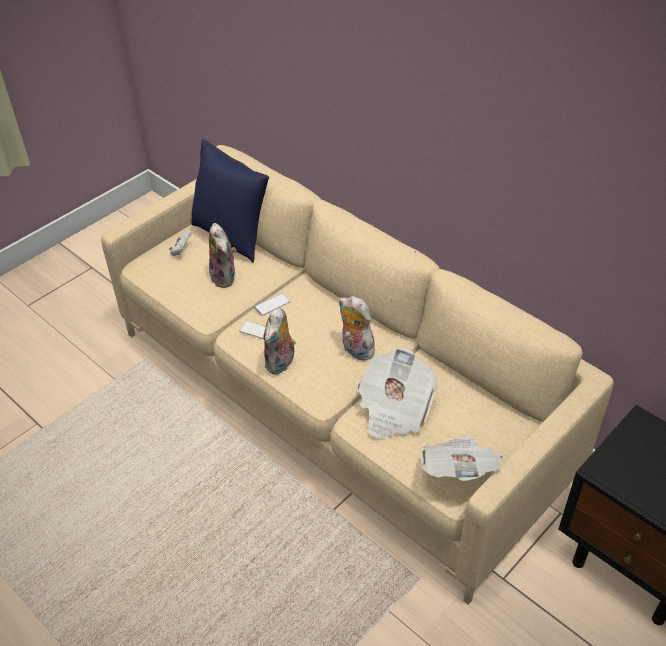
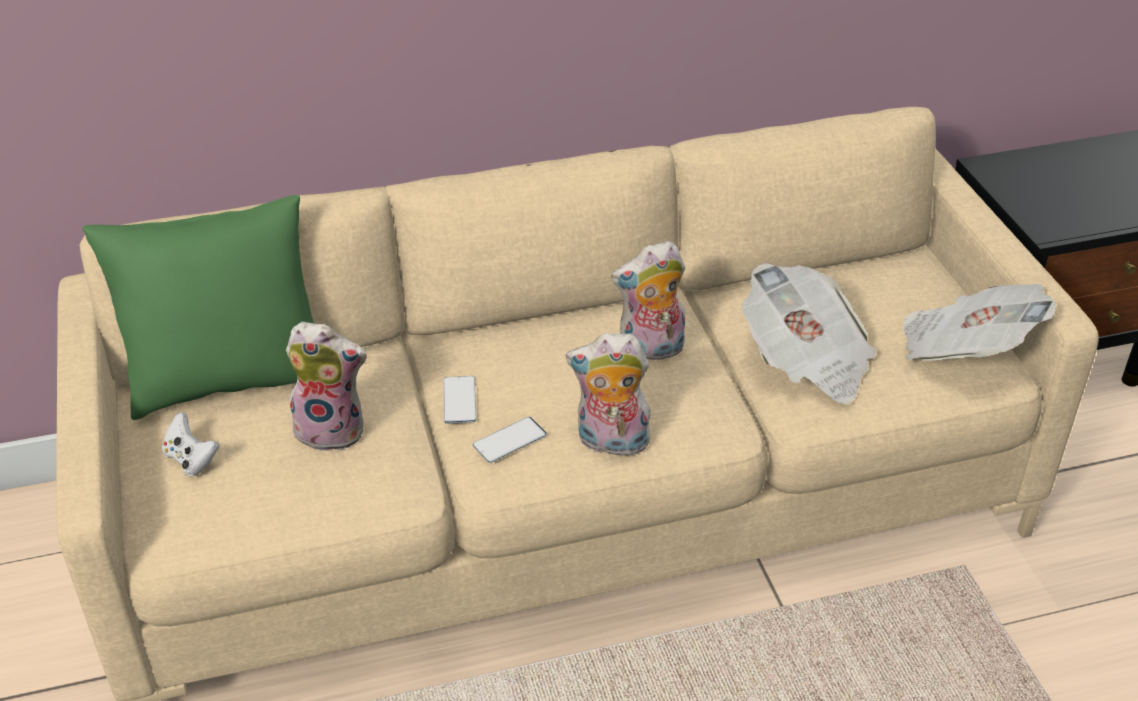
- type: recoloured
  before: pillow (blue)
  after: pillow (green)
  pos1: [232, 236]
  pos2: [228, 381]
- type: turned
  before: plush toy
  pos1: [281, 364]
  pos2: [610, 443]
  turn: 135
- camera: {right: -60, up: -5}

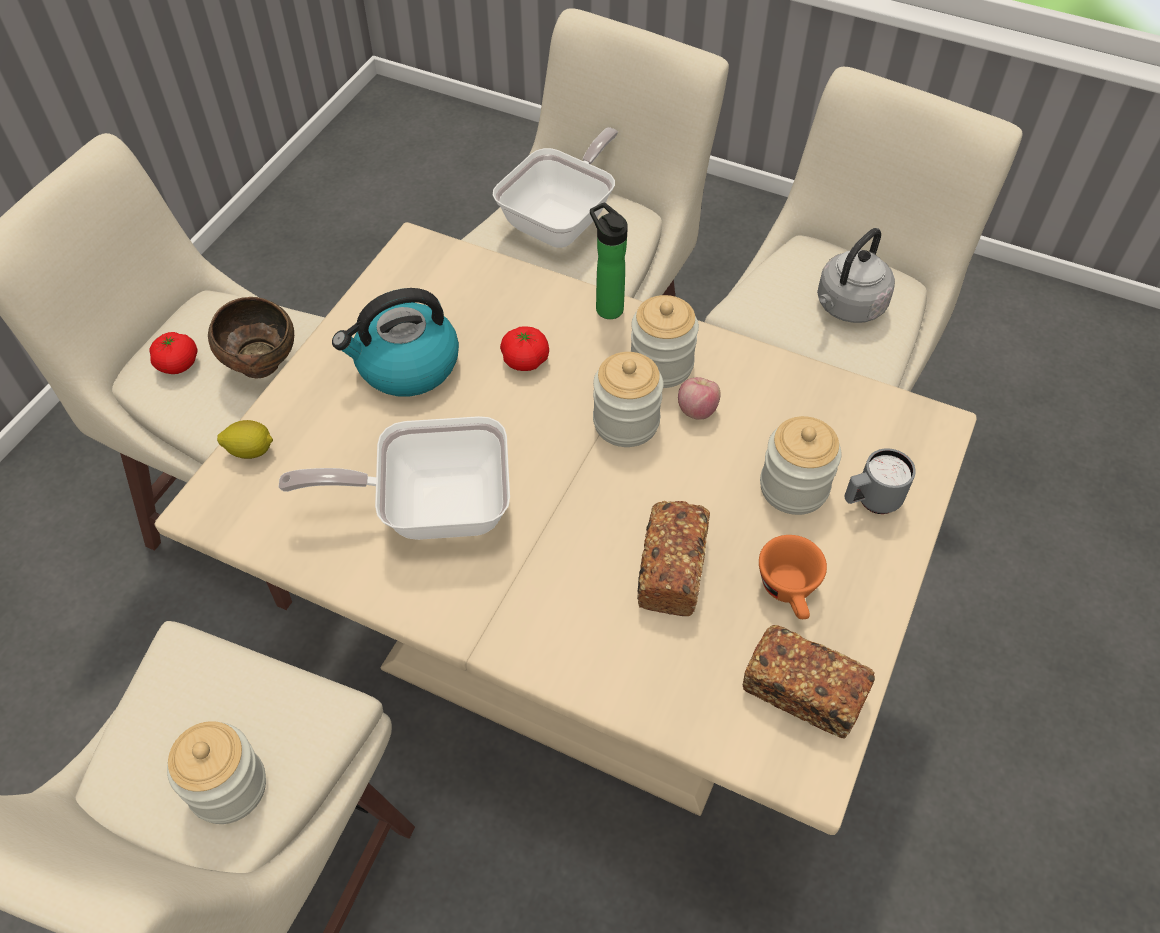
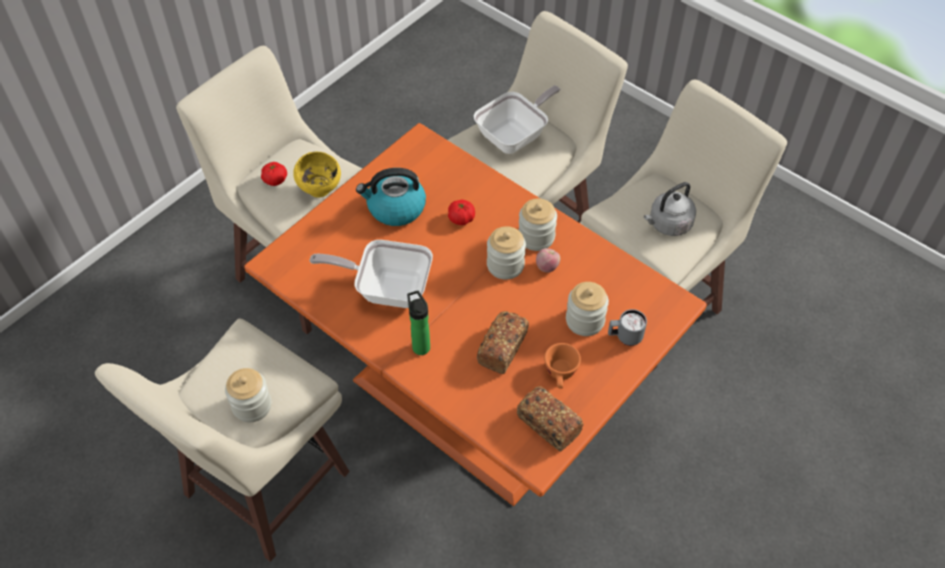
- type: recoloured
  before: dining table (beige)
  after: dining table (orange)
  pos1: [580, 649]
  pos2: [472, 397]
- type: recoloured
  before: bowl (brown)
  after: bowl (yellow)
  pos1: [264, 366]
  pos2: [321, 191]
- type: removed
  before: lemon
  pos1: [251, 450]
- type: moved
  before: bottle
  pos1: [606, 307]
  pos2: [420, 345]
- camera: {right: 15, up: 0}

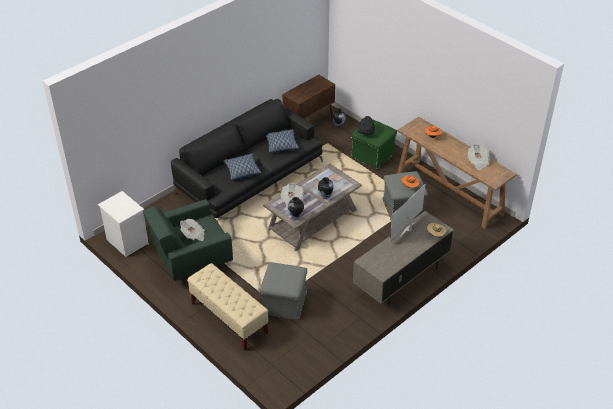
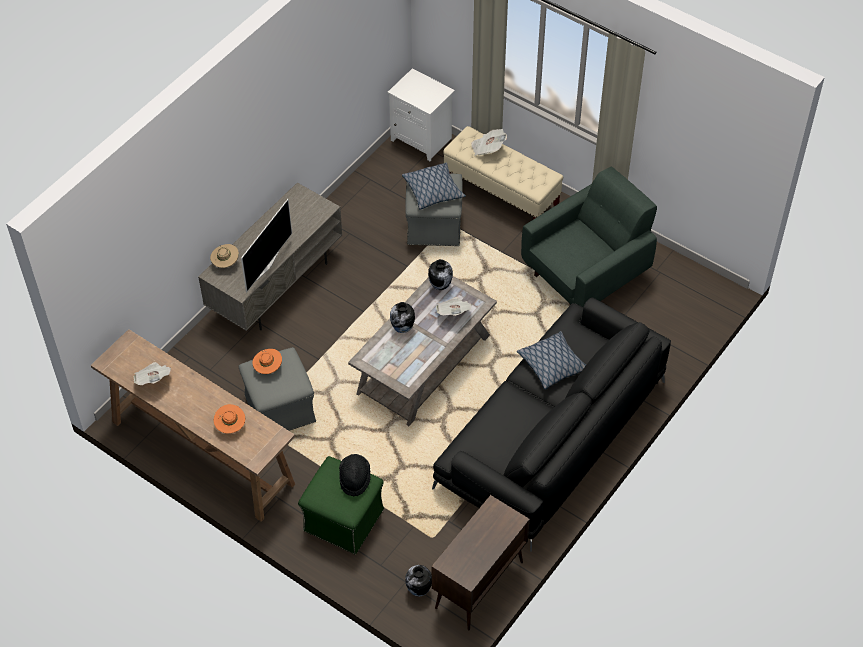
- type: moved
  before: nightstand (white)
  pos1: [126, 241]
  pos2: [423, 139]
- type: moved
  before: newspaper
  pos1: [193, 235]
  pos2: [487, 149]
- type: moved
  before: pillow
  pos1: [281, 144]
  pos2: [433, 191]
- camera: {right: 170, up: 10}

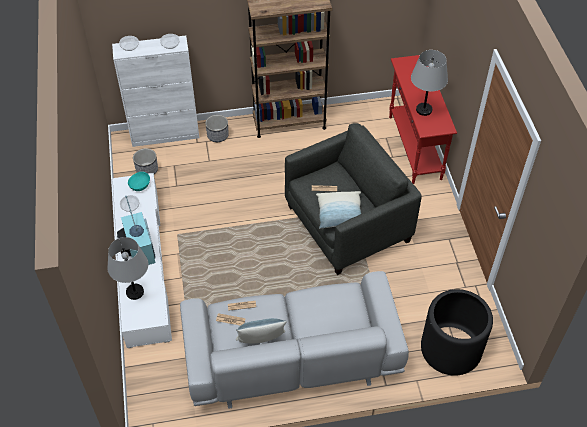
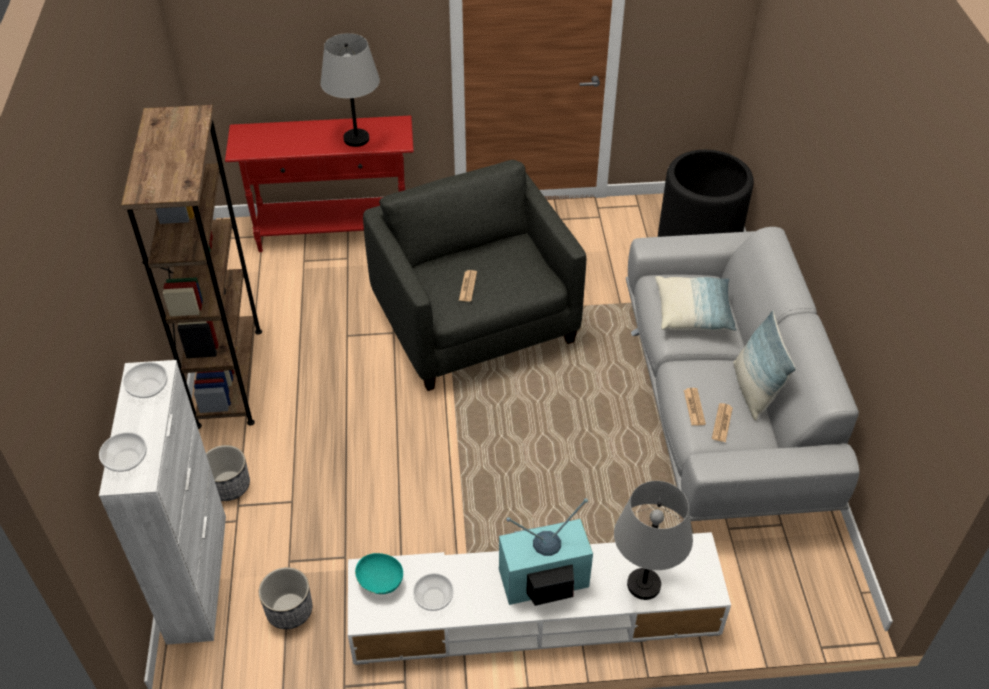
- type: moved
  before: pillow
  pos1: [340, 215]
  pos2: [693, 313]
- camera: {right: -85, up: -5}

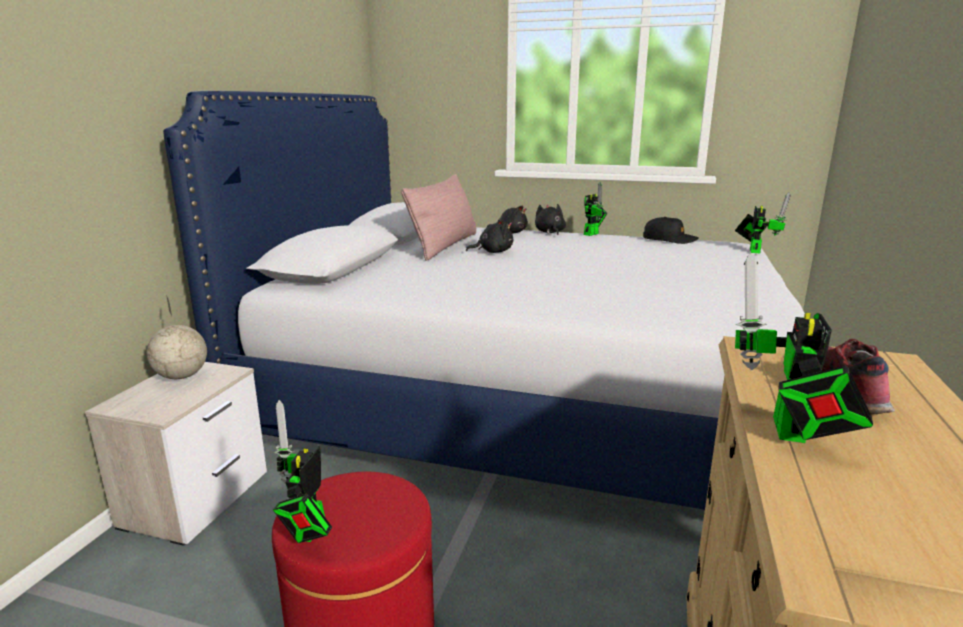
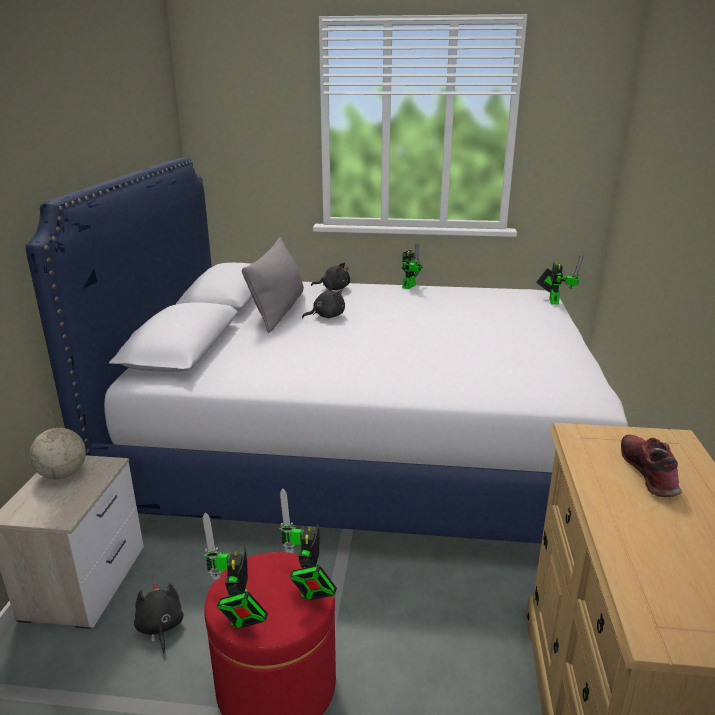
- type: recoloured
  before: pillow (pink)
  after: pillow (grey)
  pos1: [445, 245]
  pos2: [278, 310]
- type: moved
  before: plush toy (black)
  pos1: [549, 232]
  pos2: [160, 627]
- type: removed
  before: cap (black)
  pos1: [669, 239]
- type: moved
  before: toy robot
  pos1: [790, 433]
  pos2: [309, 590]
- camera: {right: -10, up: 5}

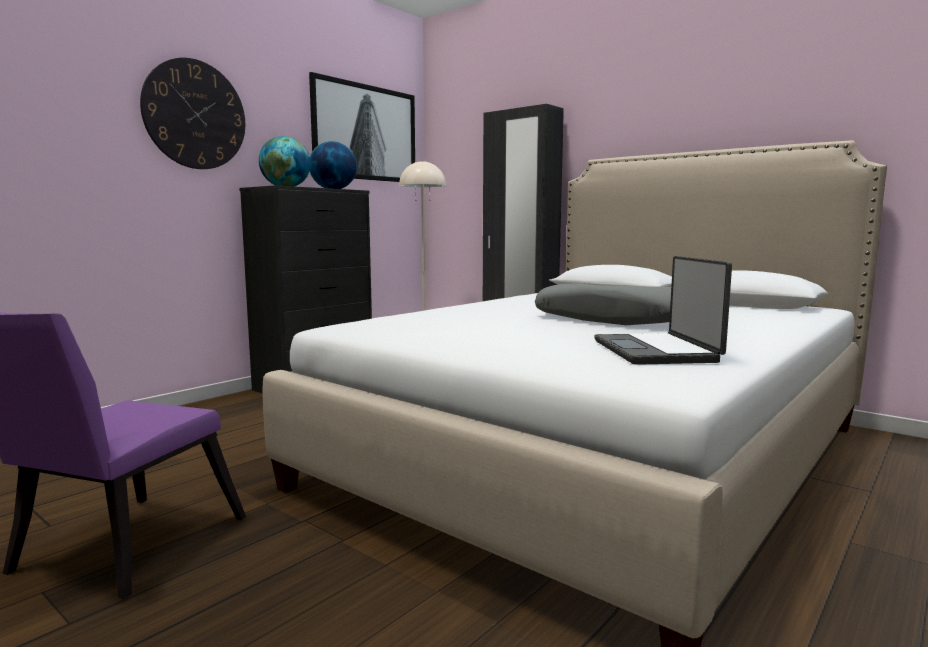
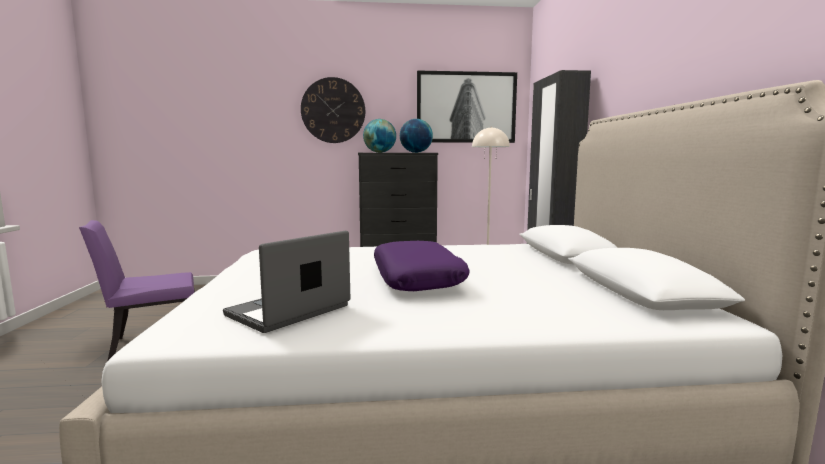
- type: recoloured
  before: pillow (grey)
  after: pillow (purple)
  pos1: [613, 319]
  pos2: [417, 278]
- camera: {right: 45, up: 0}

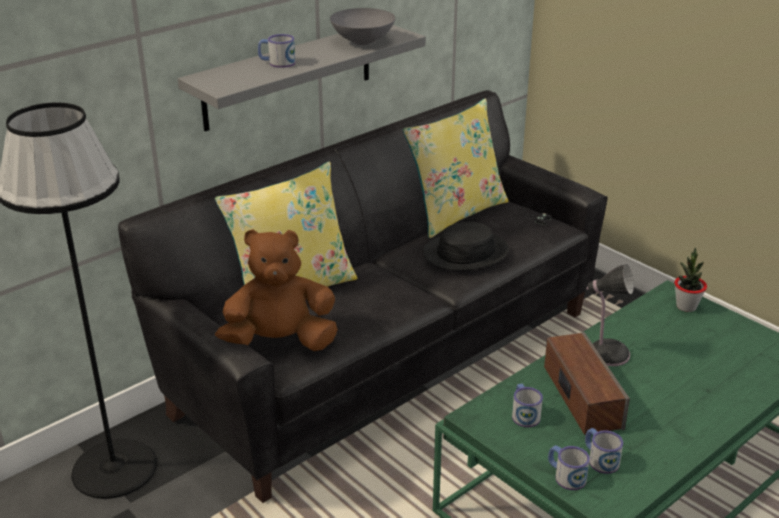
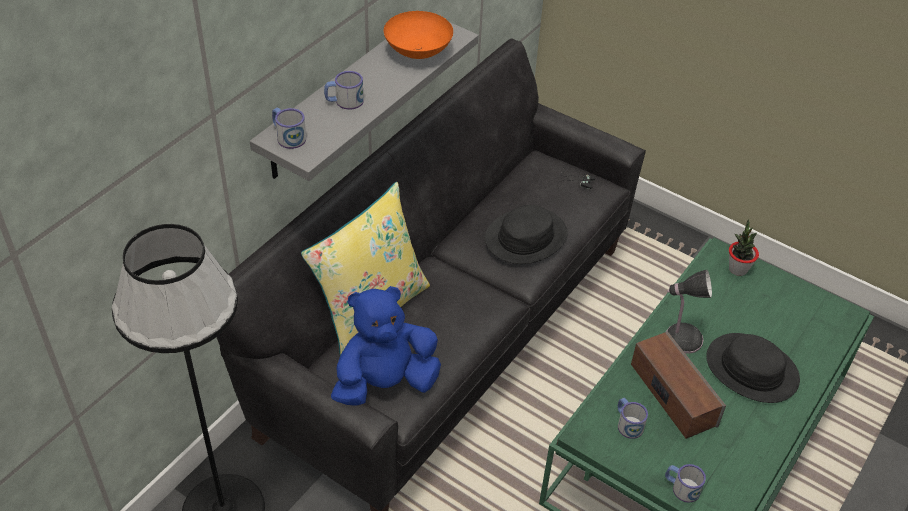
- type: recoloured
  before: plush toy (brown)
  after: plush toy (blue)
  pos1: [279, 343]
  pos2: [384, 384]
- type: recoloured
  before: bowl (grey)
  after: bowl (orange)
  pos1: [362, 41]
  pos2: [417, 51]
- type: removed
  before: pillow (yellow)
  pos1: [456, 212]
- type: moved
  before: mug
  pos1: [600, 459]
  pos2: [288, 136]
- type: added
  after: hat (black)
  pos2: [751, 369]
- camera: {right: -15, up: 15}

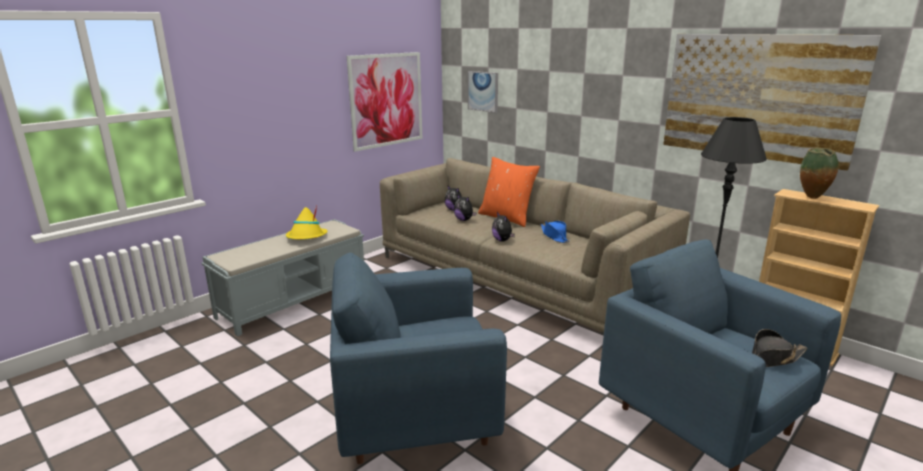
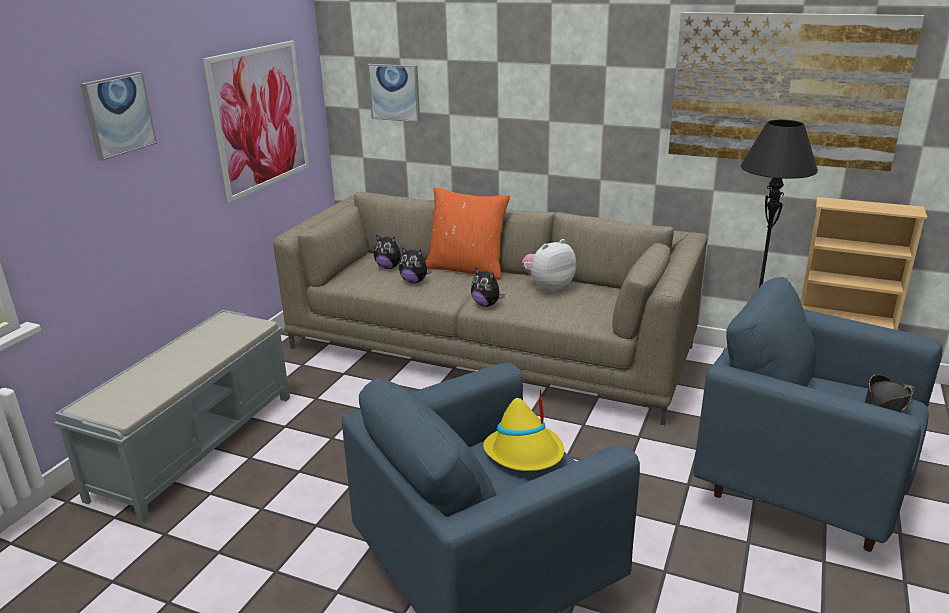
- type: moved
  before: hat (yellow)
  pos1: [306, 237]
  pos2: [525, 453]
- type: replaced
  before: hat (blue)
  after: plush toy
  pos1: [554, 236]
  pos2: [548, 287]
- type: removed
  before: vase
  pos1: [812, 198]
- type: added
  after: picture
  pos2: [118, 115]
- camera: {right: -20, up: 5}

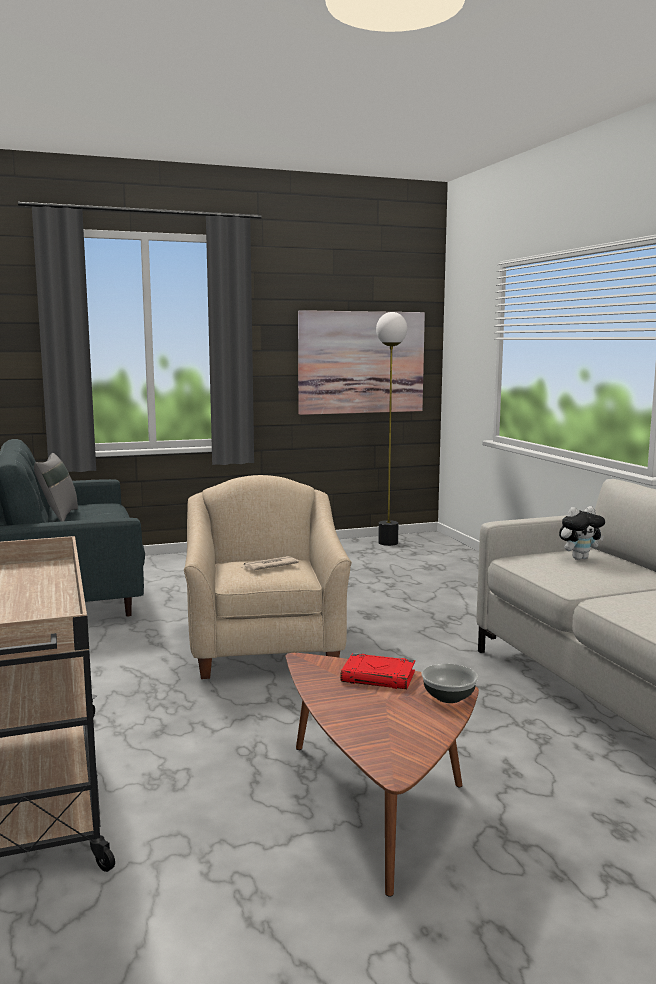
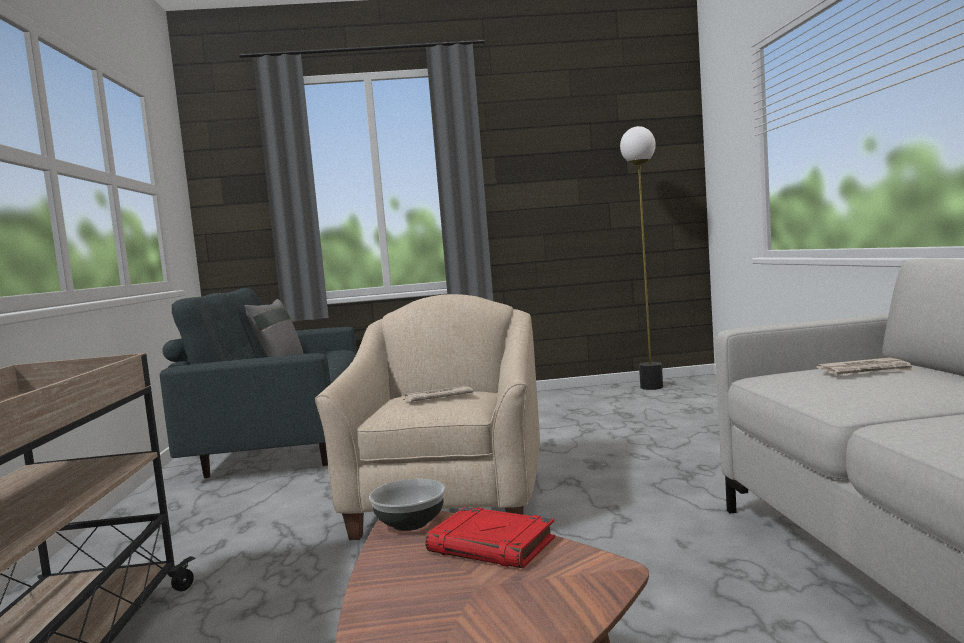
- type: removed
  before: picture
  pos1: [361, 362]
- type: moved
  before: bowl
  pos1: [448, 697]
  pos2: [409, 523]
- type: replaced
  before: plush toy
  after: newspaper
  pos1: [579, 558]
  pos2: [866, 371]
- camera: {right: 15, up: -5}

